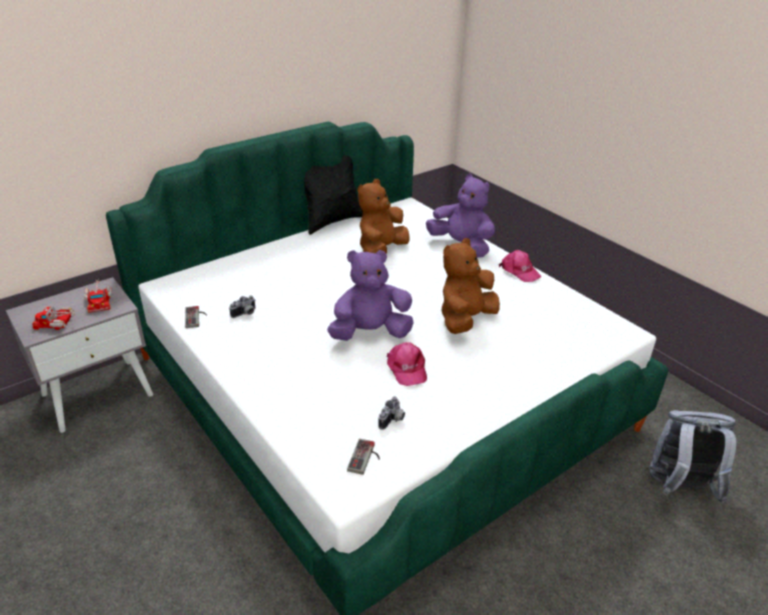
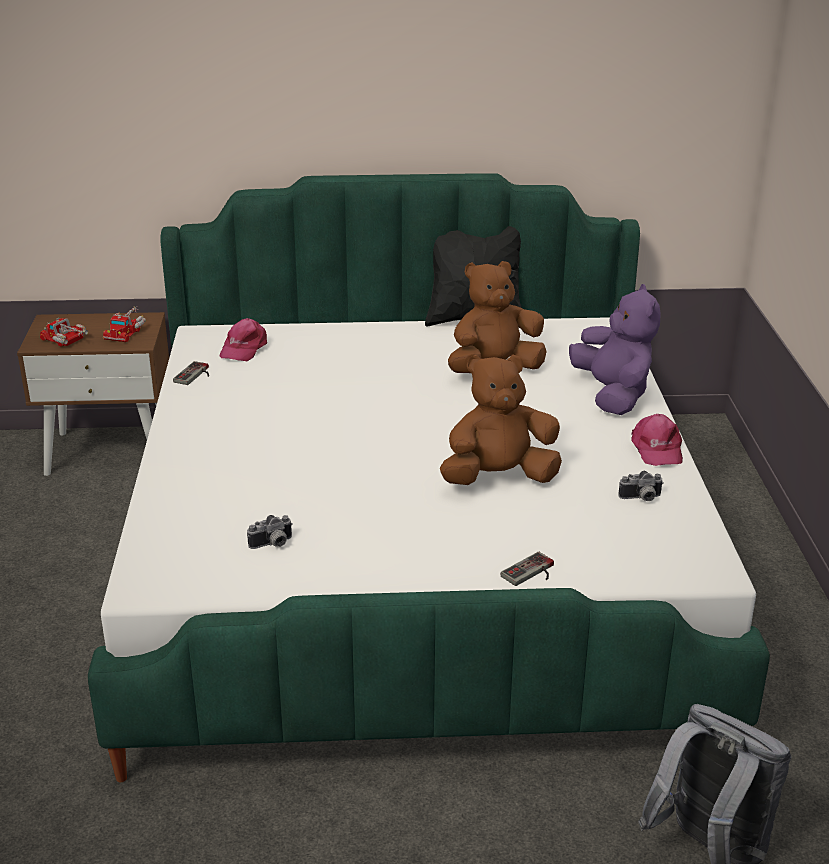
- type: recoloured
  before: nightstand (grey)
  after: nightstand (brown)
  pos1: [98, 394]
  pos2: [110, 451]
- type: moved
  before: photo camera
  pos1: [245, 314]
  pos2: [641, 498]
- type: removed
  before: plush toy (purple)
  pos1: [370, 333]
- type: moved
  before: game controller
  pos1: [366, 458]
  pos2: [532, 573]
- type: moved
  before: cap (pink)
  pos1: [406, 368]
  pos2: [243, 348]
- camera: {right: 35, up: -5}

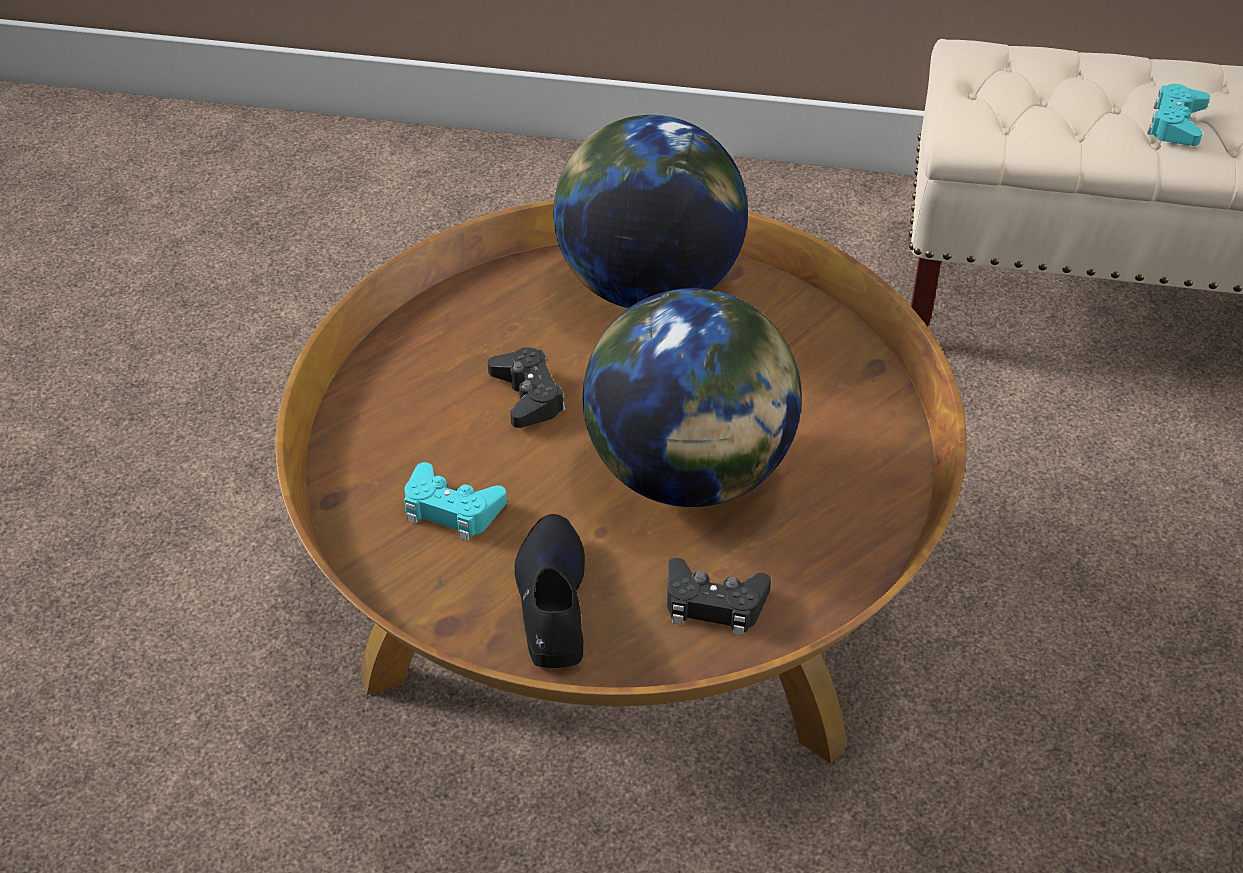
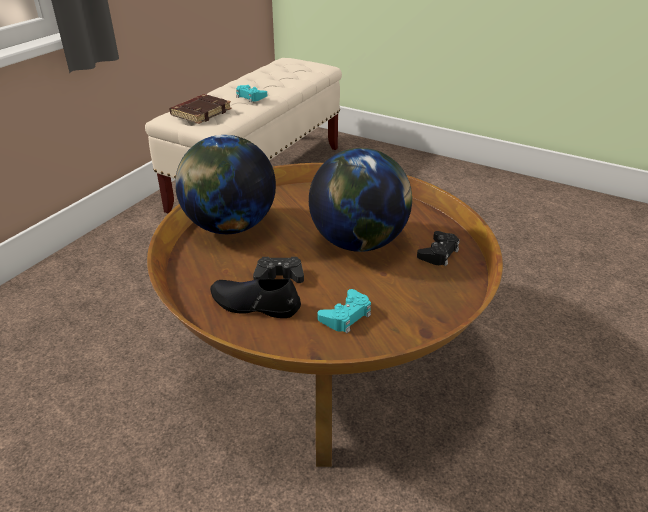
- type: moved
  before: shoe (black)
  pos1: [552, 600]
  pos2: [255, 304]
- type: added
  after: book (brown)
  pos2: [201, 112]
- camera: {right: -70, up: -10}

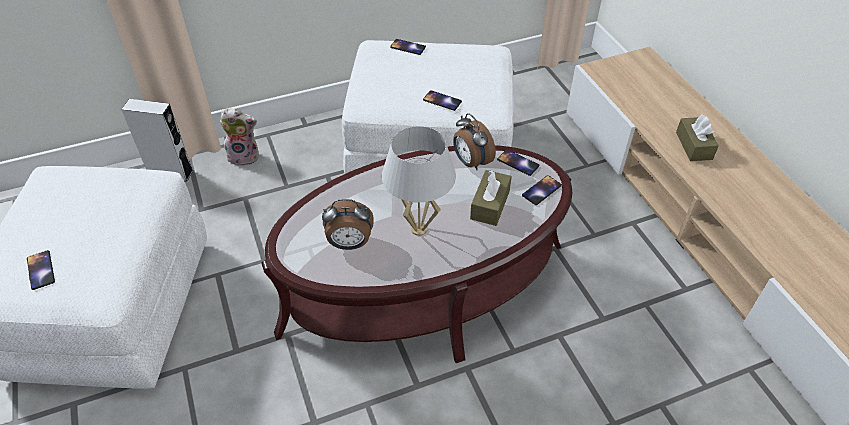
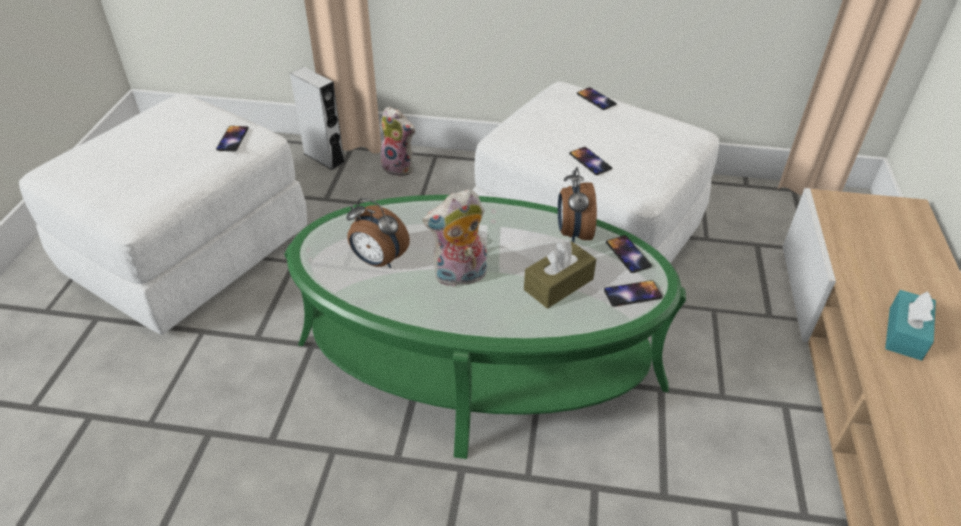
- type: moved
  before: phone
  pos1: [40, 270]
  pos2: [232, 139]
- type: recoloured
  before: coffee table (brown)
  after: coffee table (green)
  pos1: [424, 287]
  pos2: [478, 363]
- type: replaced
  before: table lamp (white)
  after: plush toy
  pos1: [419, 229]
  pos2: [460, 277]
- type: recoloured
  before: tissue box (brown)
  after: tissue box (turquoise)
  pos1: [694, 146]
  pos2: [905, 333]
- camera: {right: 30, up: -5}

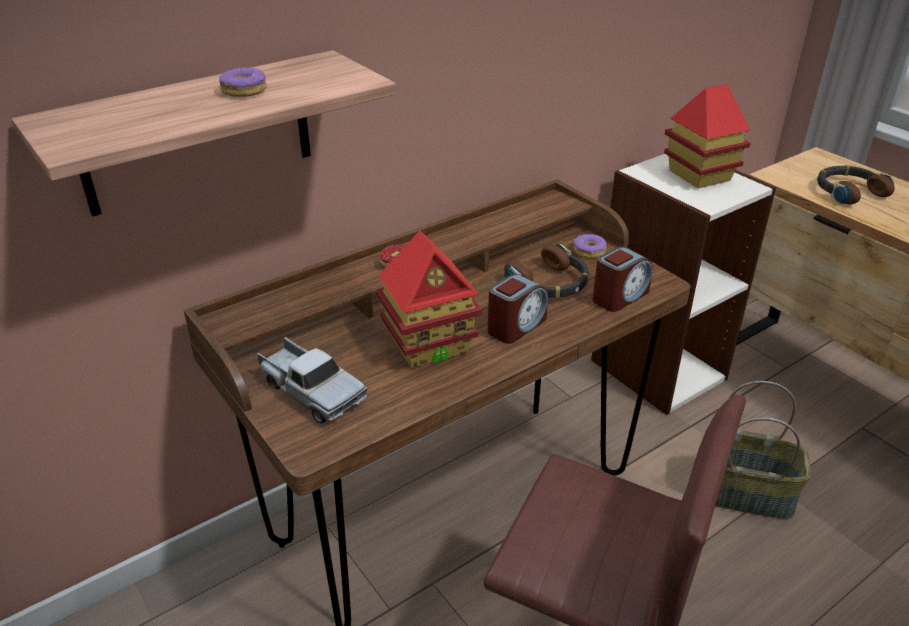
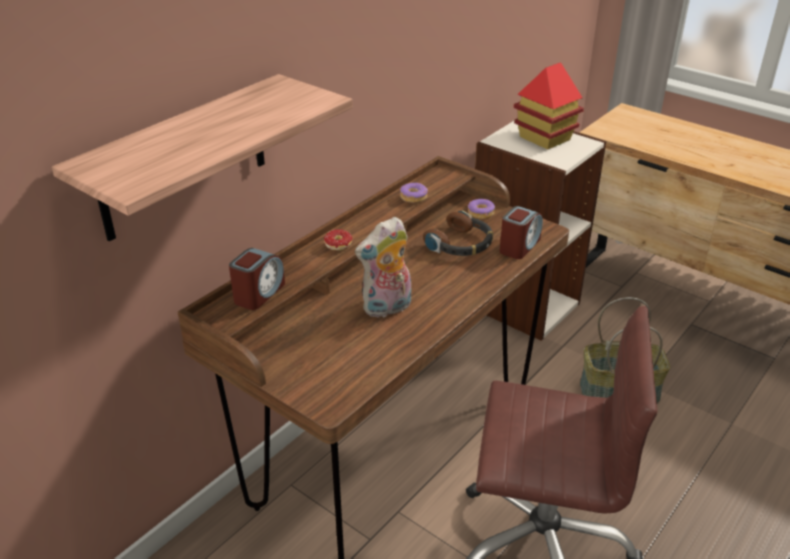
- type: moved
  before: donut
  pos1: [244, 91]
  pos2: [413, 197]
- type: removed
  before: toy truck
  pos1: [311, 391]
- type: replaced
  before: toy house
  after: plush toy
  pos1: [429, 345]
  pos2: [387, 308]
- type: moved
  before: alarm clock
  pos1: [516, 326]
  pos2: [259, 293]
- type: removed
  before: headphones
  pos1: [848, 191]
- camera: {right: -15, up: 0}

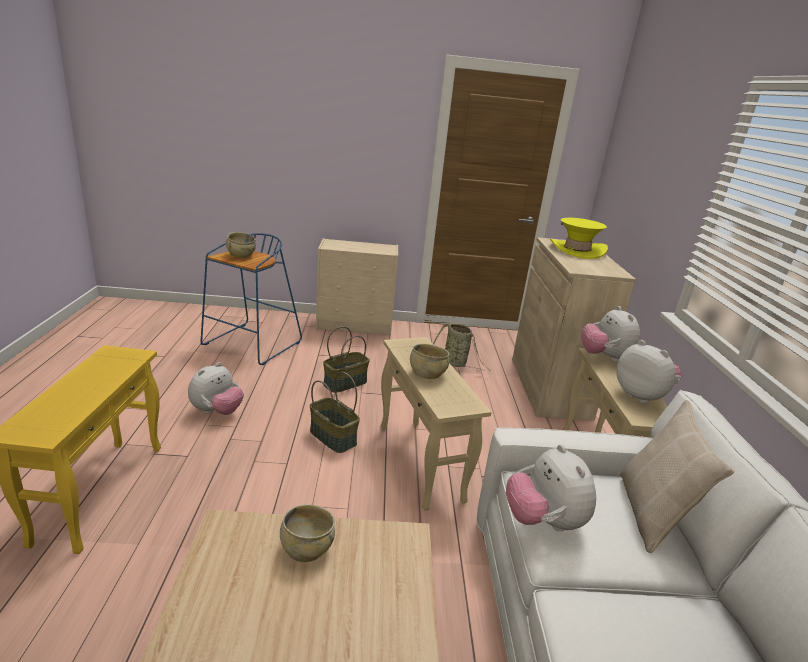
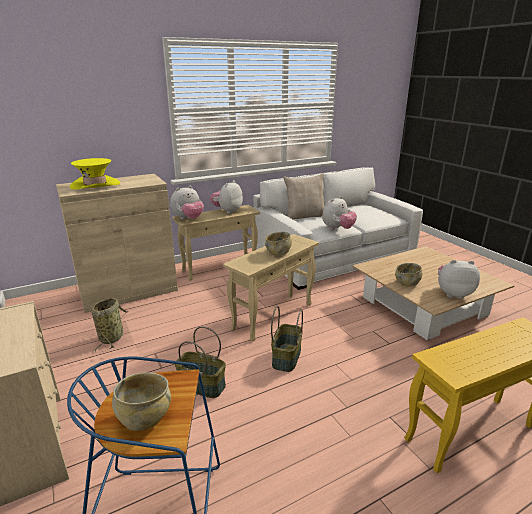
- type: moved
  before: plush toy
  pos1: [217, 411]
  pos2: [453, 293]
- camera: {right: -115, up: 0}

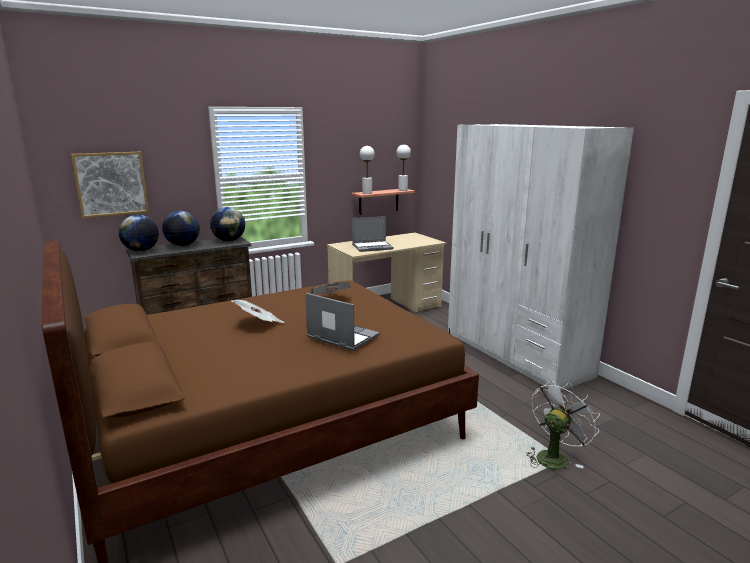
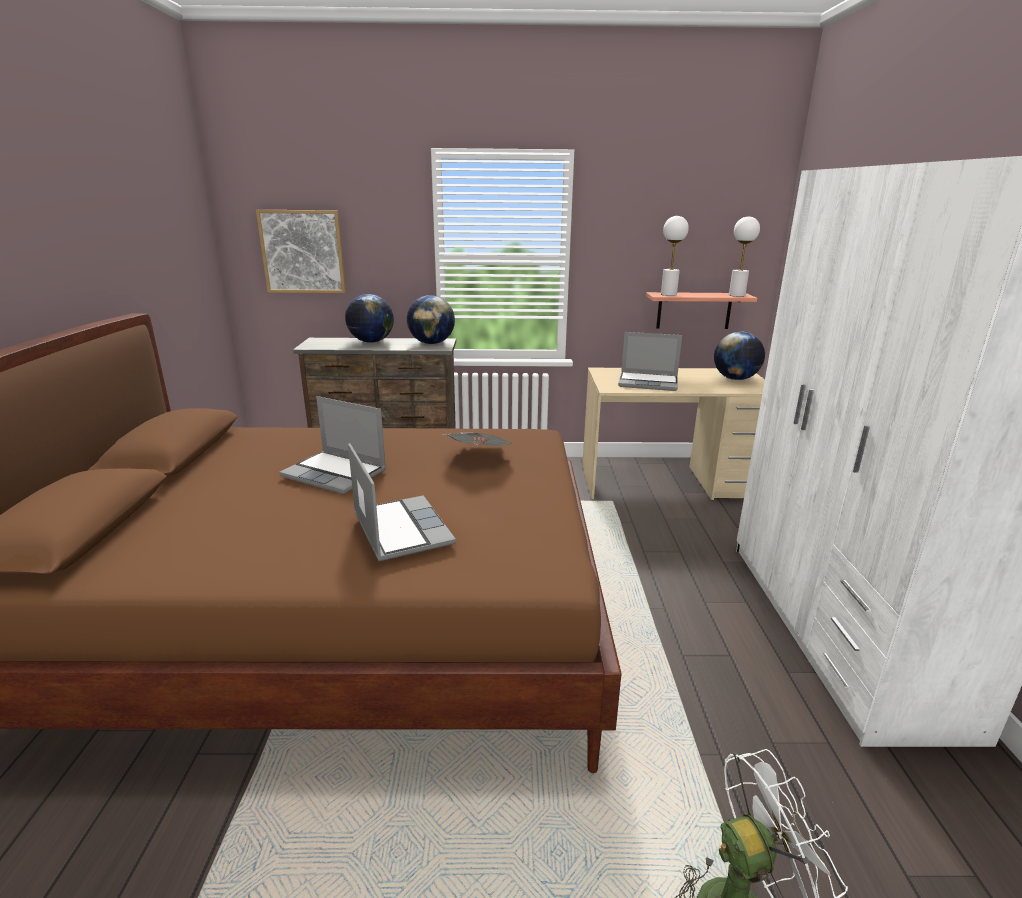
- type: moved
  before: globe
  pos1: [141, 251]
  pos2: [735, 379]
- type: replaced
  before: newspaper
  after: laptop
  pos1: [259, 324]
  pos2: [336, 473]
- camera: {right: 30, up: 5}

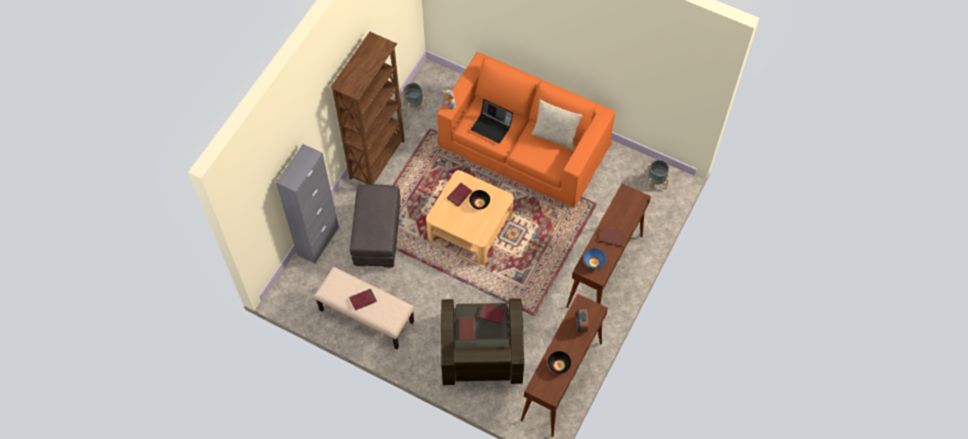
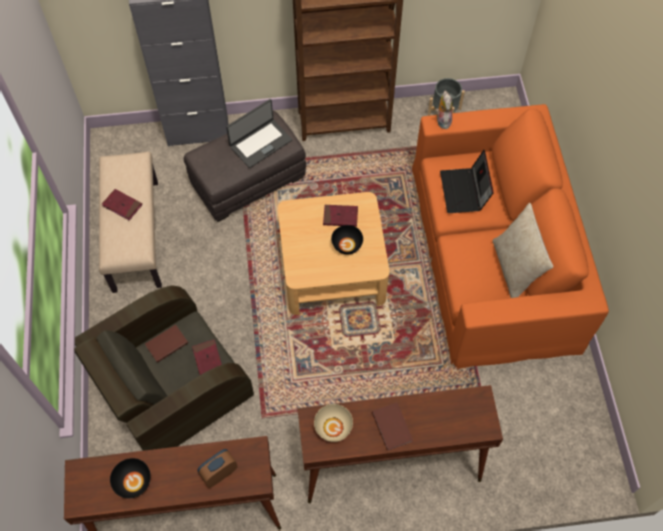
- type: recoloured
  before: bowl (blue)
  after: bowl (beige)
  pos1: [594, 262]
  pos2: [333, 427]
- type: removed
  before: planter (grey)
  pos1: [656, 181]
- type: added
  after: laptop
  pos2: [260, 143]
- camera: {right: 55, up: 0}

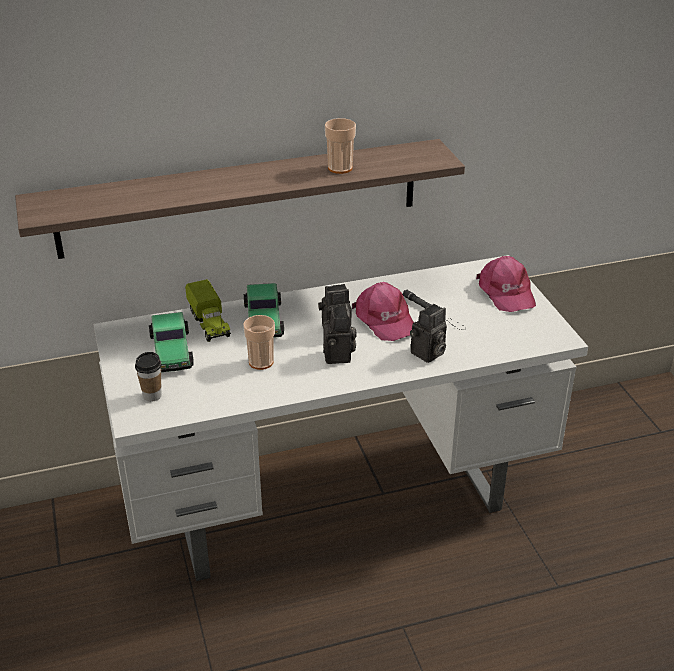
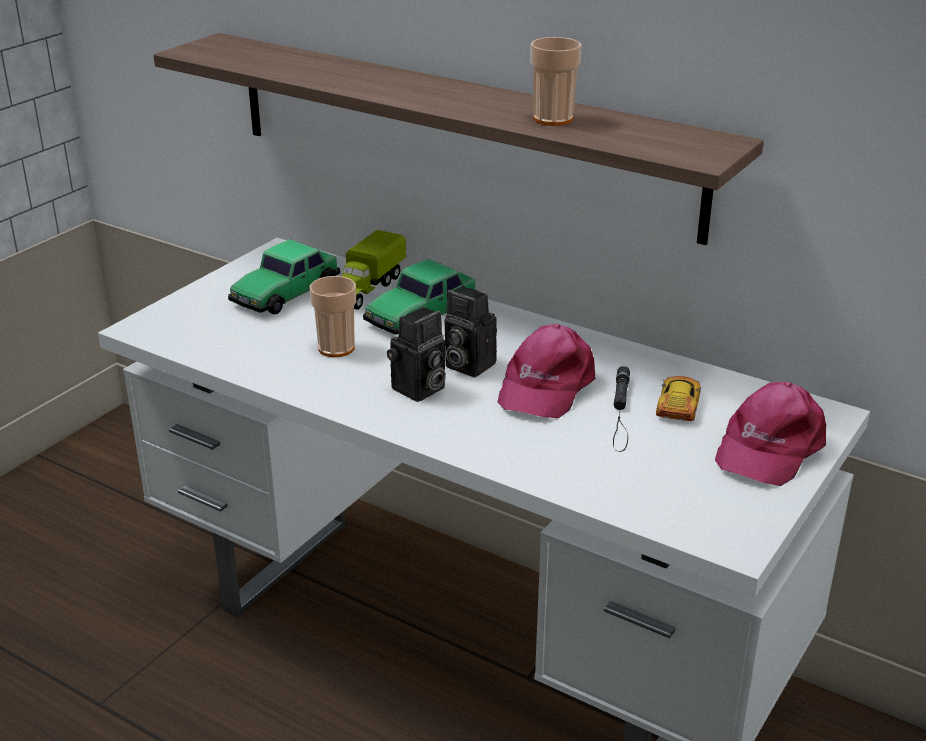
- type: removed
  before: cup
  pos1: [152, 395]
- type: removed
  before: photo camera
  pos1: [427, 354]
- type: added
  after: toy car
  pos2: [678, 404]
- camera: {right: 50, up: -5}

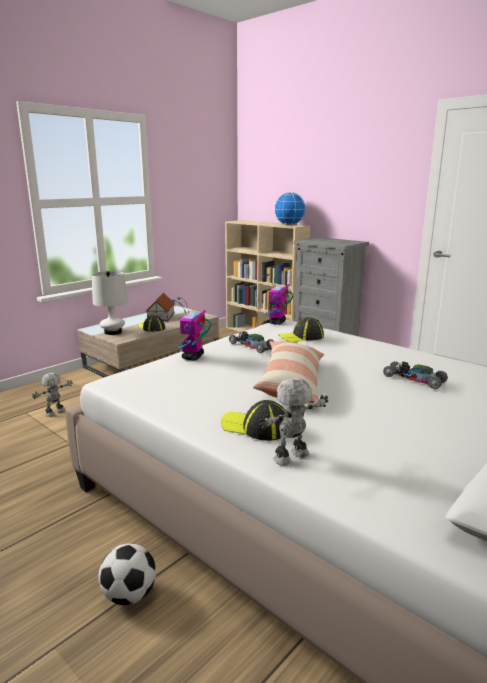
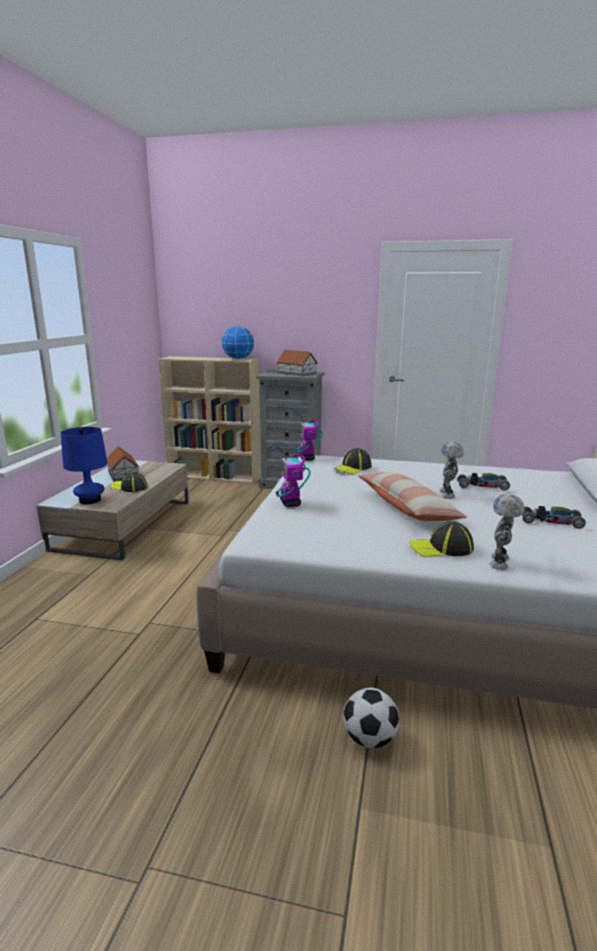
- type: moved
  before: toy robot
  pos1: [55, 413]
  pos2: [448, 494]
- type: recoloured
  before: table lamp (white)
  after: table lamp (blue)
  pos1: [113, 332]
  pos2: [90, 500]
- type: moved
  before: toy car
  pos1: [251, 346]
  pos2: [551, 522]
- type: added
  after: toy house
  pos2: [297, 373]
- camera: {right: -30, up: 0}

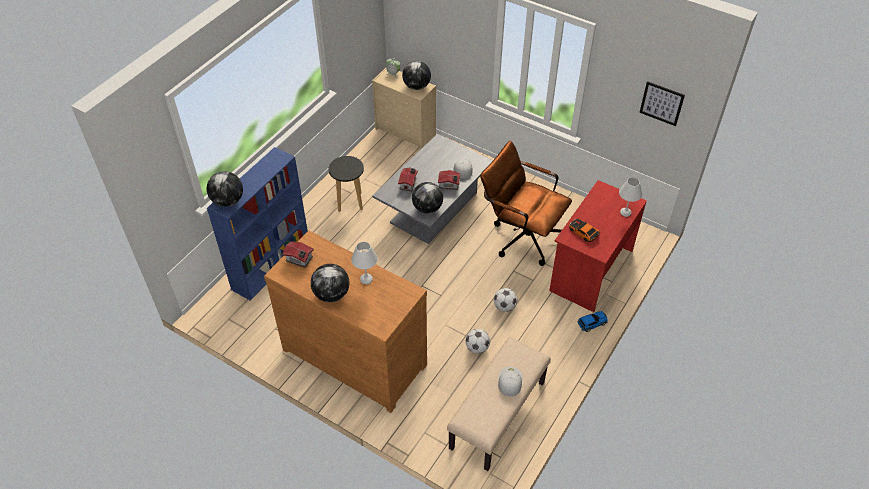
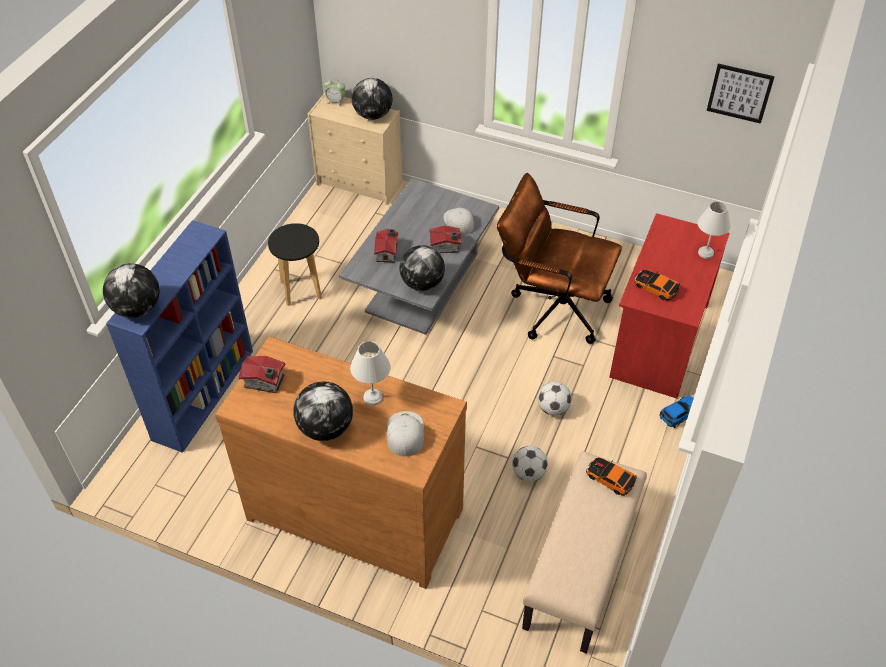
- type: moved
  before: cap (white)
  pos1: [509, 381]
  pos2: [404, 433]
- type: added
  after: toy car
  pos2: [610, 478]
- camera: {right: -10, up: 0}

